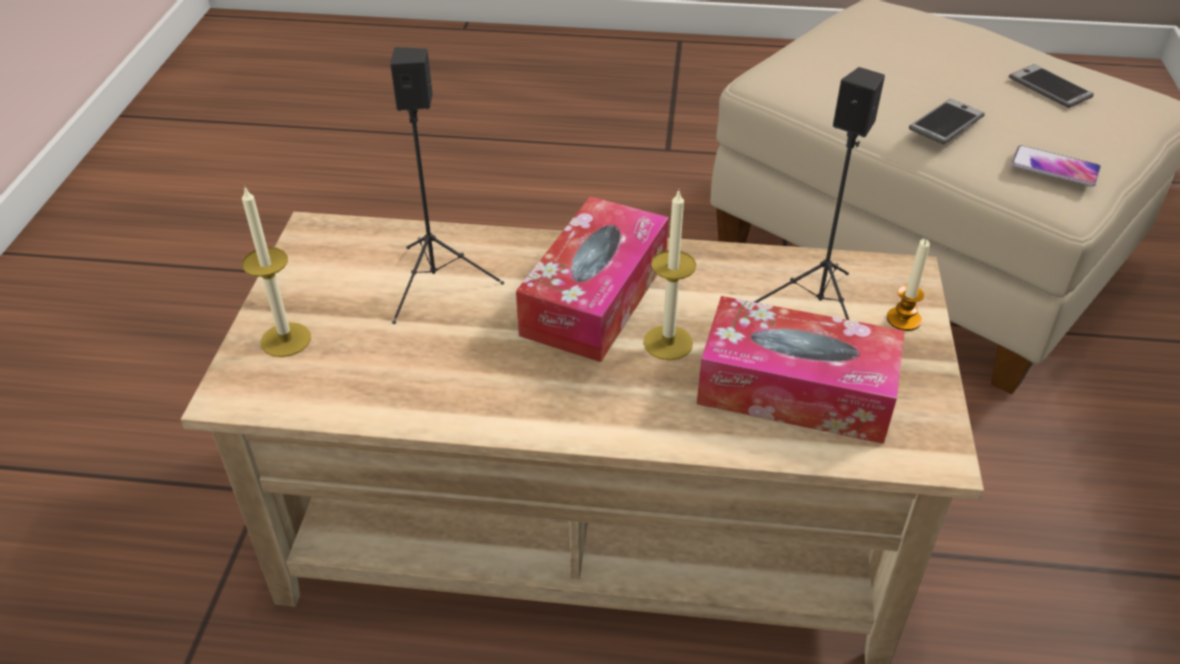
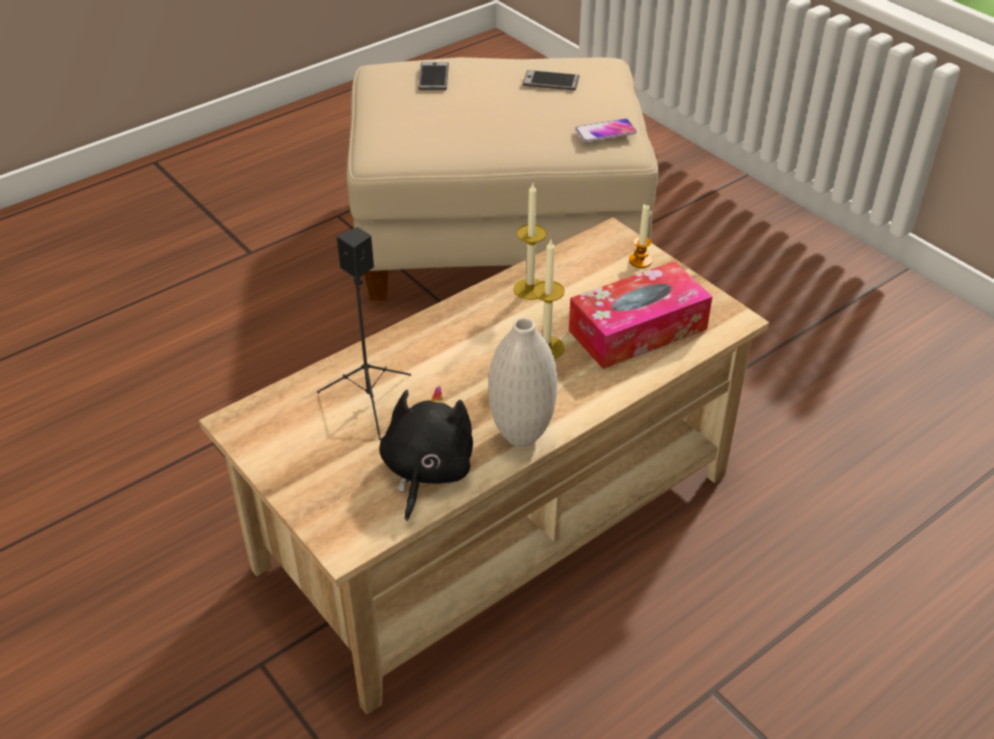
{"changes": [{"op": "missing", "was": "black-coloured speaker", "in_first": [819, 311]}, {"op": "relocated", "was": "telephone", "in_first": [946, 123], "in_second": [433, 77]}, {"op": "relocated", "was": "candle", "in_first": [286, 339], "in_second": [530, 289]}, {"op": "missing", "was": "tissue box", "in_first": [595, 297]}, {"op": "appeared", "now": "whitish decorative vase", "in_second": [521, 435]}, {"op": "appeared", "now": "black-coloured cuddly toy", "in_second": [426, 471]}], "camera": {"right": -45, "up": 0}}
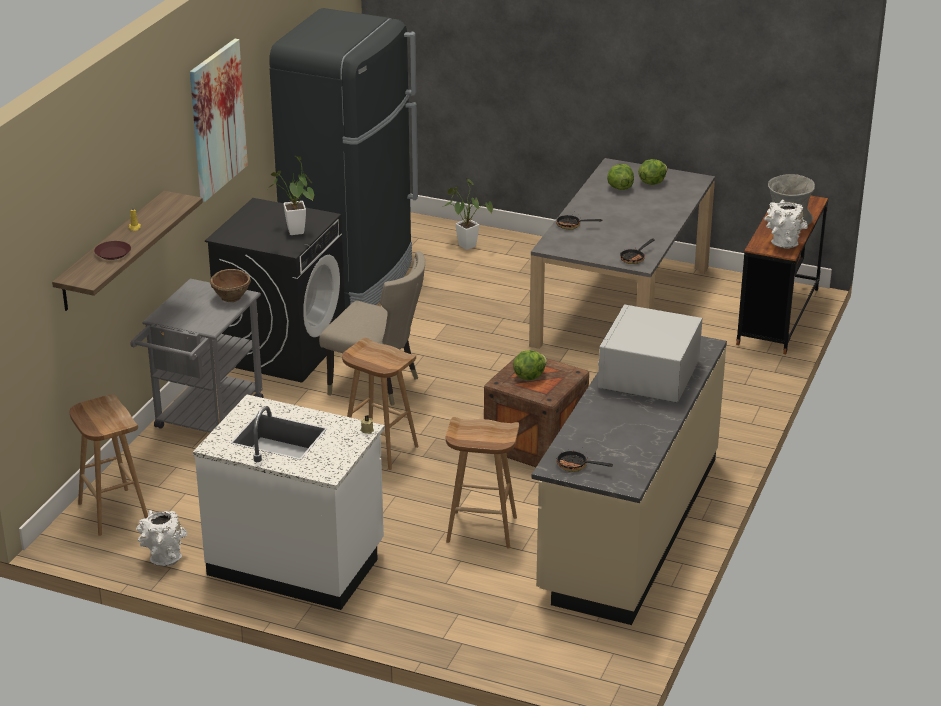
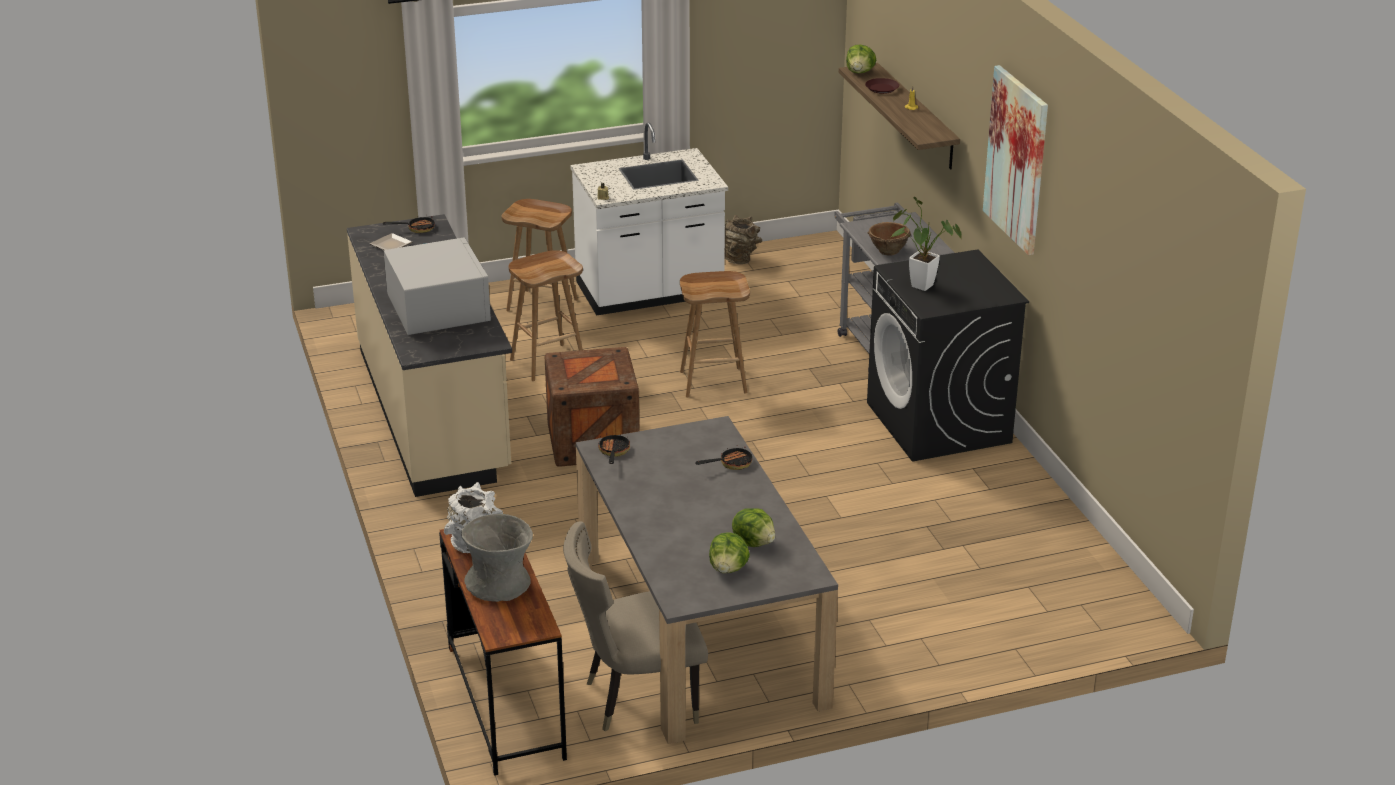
{"changes": [{"op": "missing", "was": "black-coloured refrigerator", "in_first": [351, 278]}, {"op": "missing", "was": "houseplant", "in_first": [465, 244]}, {"op": "relocated", "was": "sand-coloured upright chair", "in_first": [378, 385], "in_second": [636, 699]}, {"op": "relocated", "was": "lettuce", "in_first": [529, 376], "in_second": [860, 72]}, {"op": "relocated", "was": "brownish sitting stool", "in_first": [112, 511], "in_second": [543, 305]}, {"op": "colour", "was": "whitish decorative vase", "now": "brownish decorative vase", "in_first": [162, 558], "in_second": [740, 259]}, {"op": "appeared", "now": "dinner plate", "in_second": [391, 246]}], "camera": {"right": 140, "up": 0}}
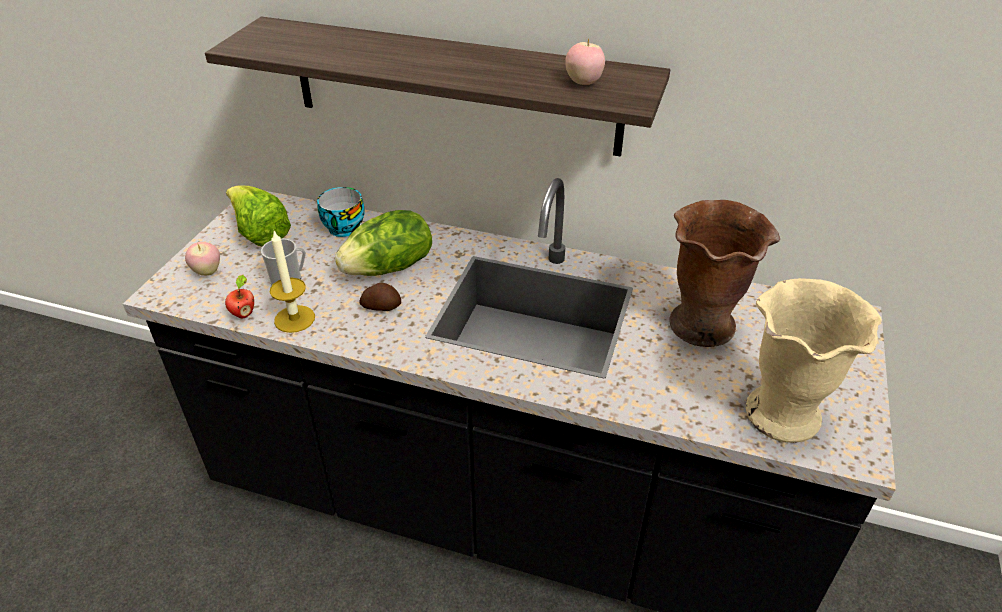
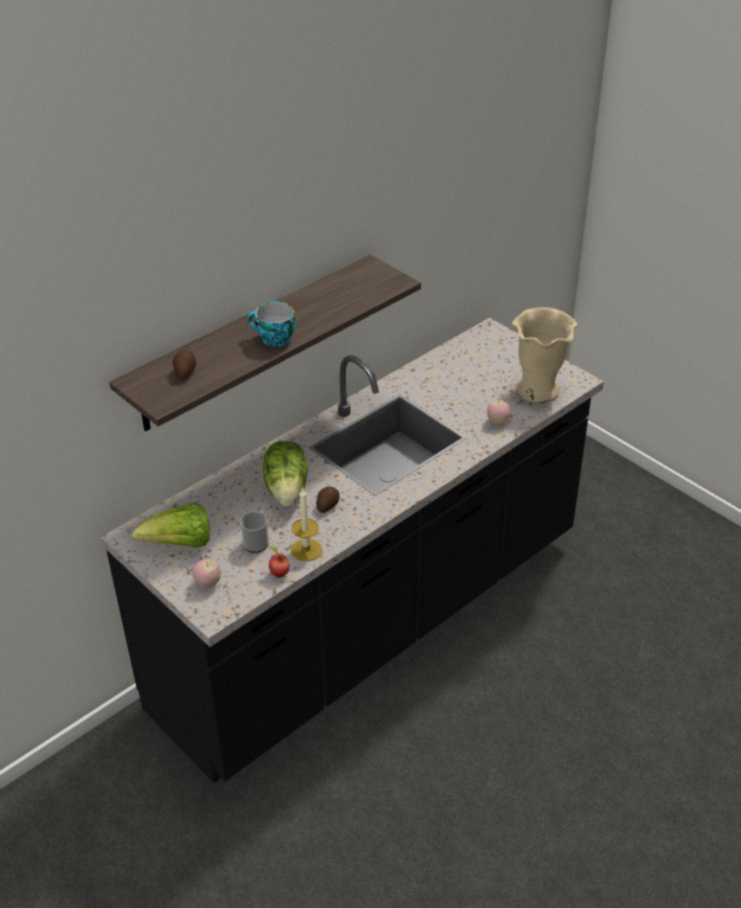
{"changes": [{"op": "relocated", "was": "apple", "in_first": [583, 83], "in_second": [498, 422]}, {"op": "relocated", "was": "small cup", "in_first": [342, 227], "in_second": [274, 339]}, {"op": "missing", "was": "brownish decorative vase", "in_first": [702, 325]}, {"op": "appeared", "now": "potato", "in_second": [185, 372]}], "camera": {"right": -60, "up": 0}}
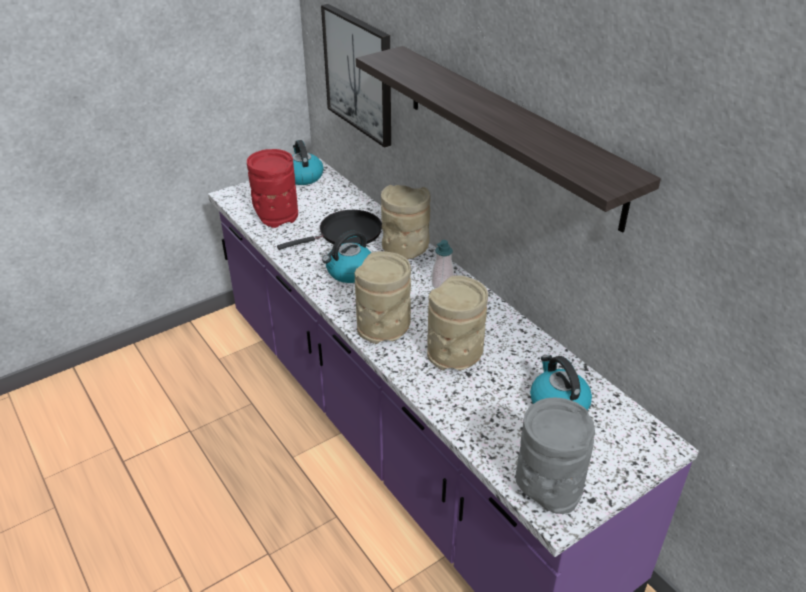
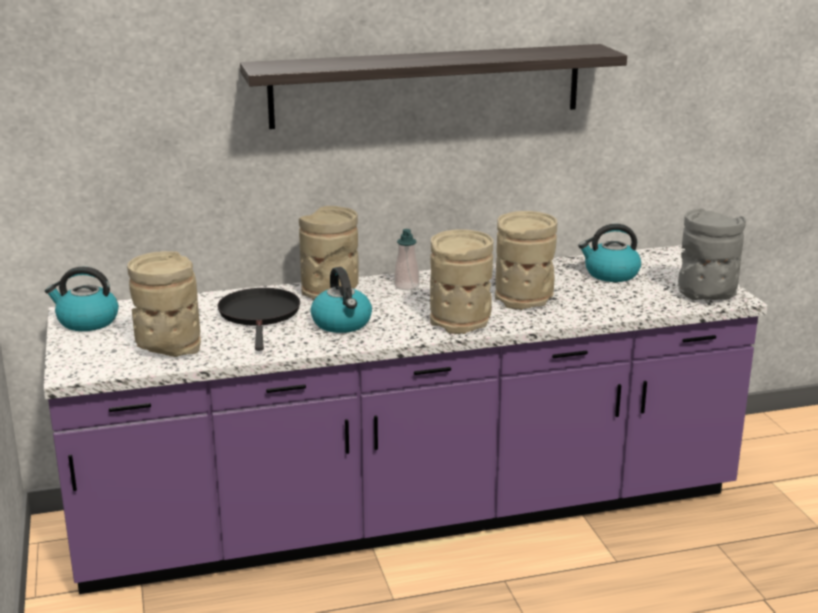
{"changes": [{"op": "missing", "was": "picture", "in_first": [359, 74]}, {"op": "colour", "was": "reddish decorative vase", "now": "sand-coloured decorative vase", "in_first": [276, 215], "in_second": [167, 348]}], "camera": {"right": -70, "up": -15}}
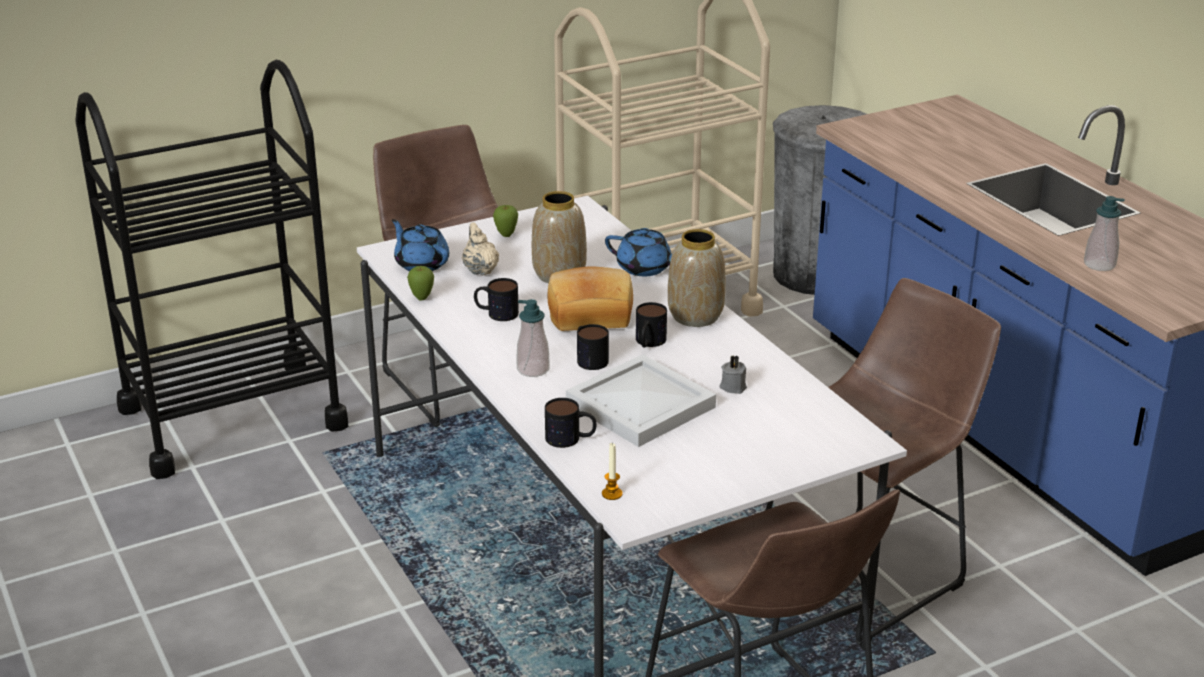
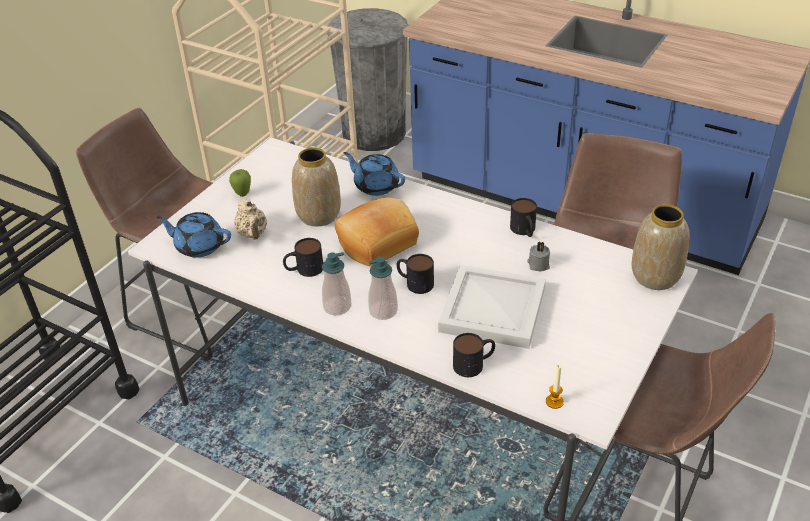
{"changes": [{"op": "relocated", "was": "soap bottle", "in_first": [1099, 265], "in_second": [337, 306]}, {"op": "spun", "was": "sand-coloured tea pot", "in_first": [480, 270], "in_second": [253, 234], "clockwise": -150}, {"op": "spun", "was": "blue tea pot", "in_first": [645, 268], "in_second": [376, 186], "clockwise": -135}, {"op": "relocated", "was": "decorative vase", "in_first": [696, 316], "in_second": [656, 277]}, {"op": "missing", "was": "apple", "in_first": [422, 298]}, {"op": "relocated", "was": "tea mug", "in_first": [648, 343], "in_second": [524, 231]}], "camera": {"right": -30, "up": 10}}
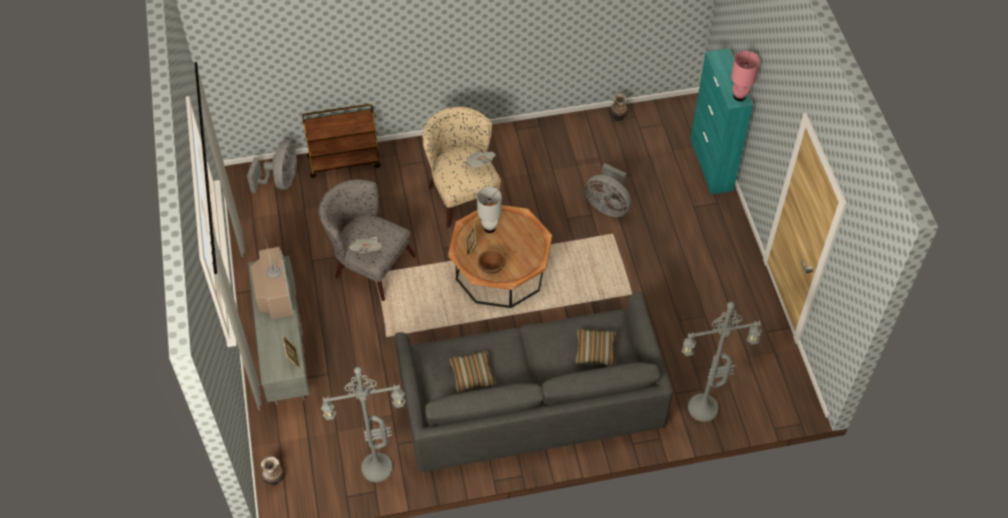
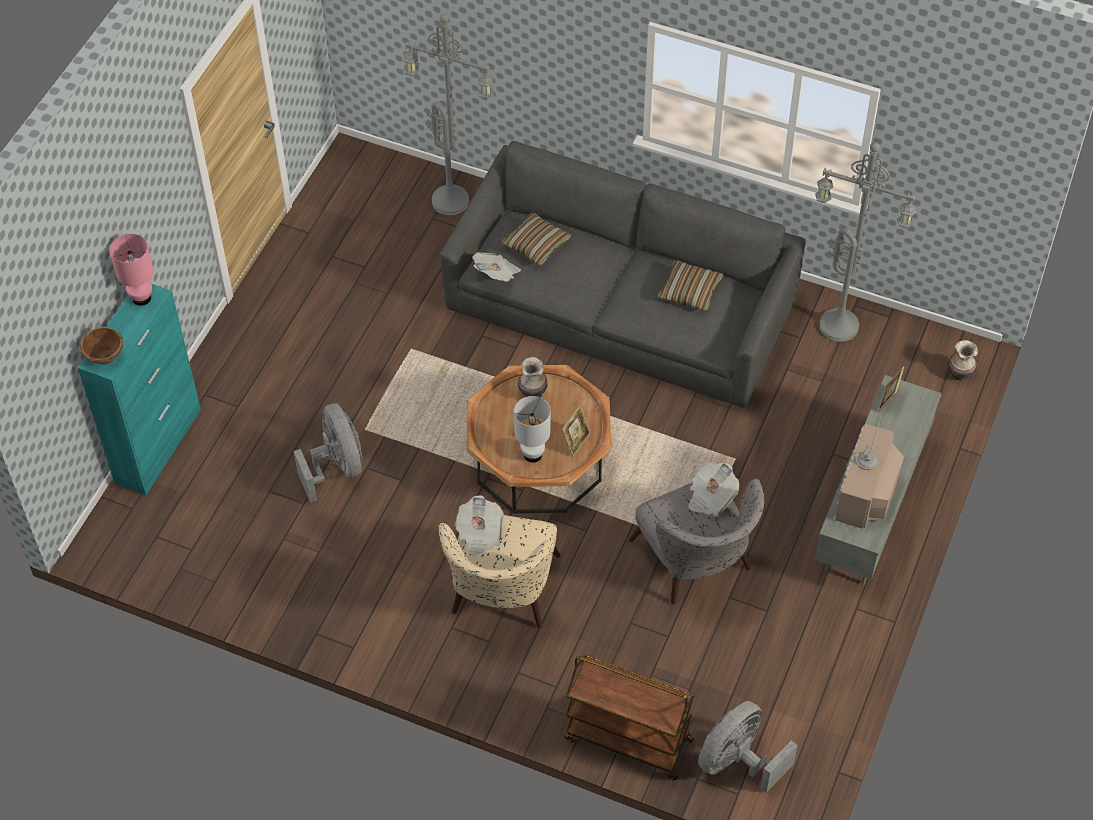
{"changes": [{"op": "relocated", "was": "decorative vase", "in_first": [617, 117], "in_second": [532, 393]}, {"op": "relocated", "was": "brownish serving bowl", "in_first": [491, 268], "in_second": [105, 357]}, {"op": "appeared", "now": "printed paper", "in_second": [497, 274]}], "camera": {"right": -145, "up": 0}}
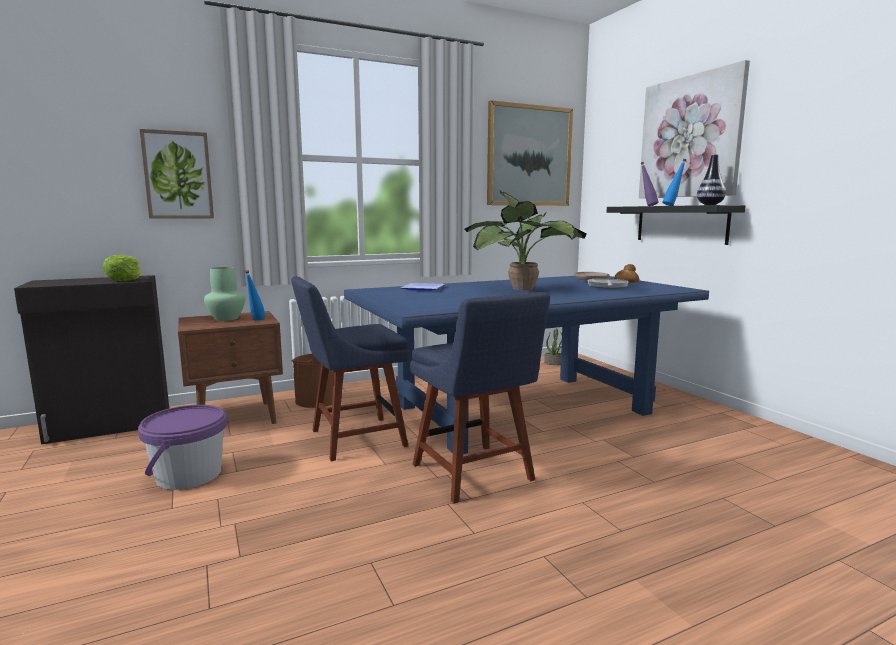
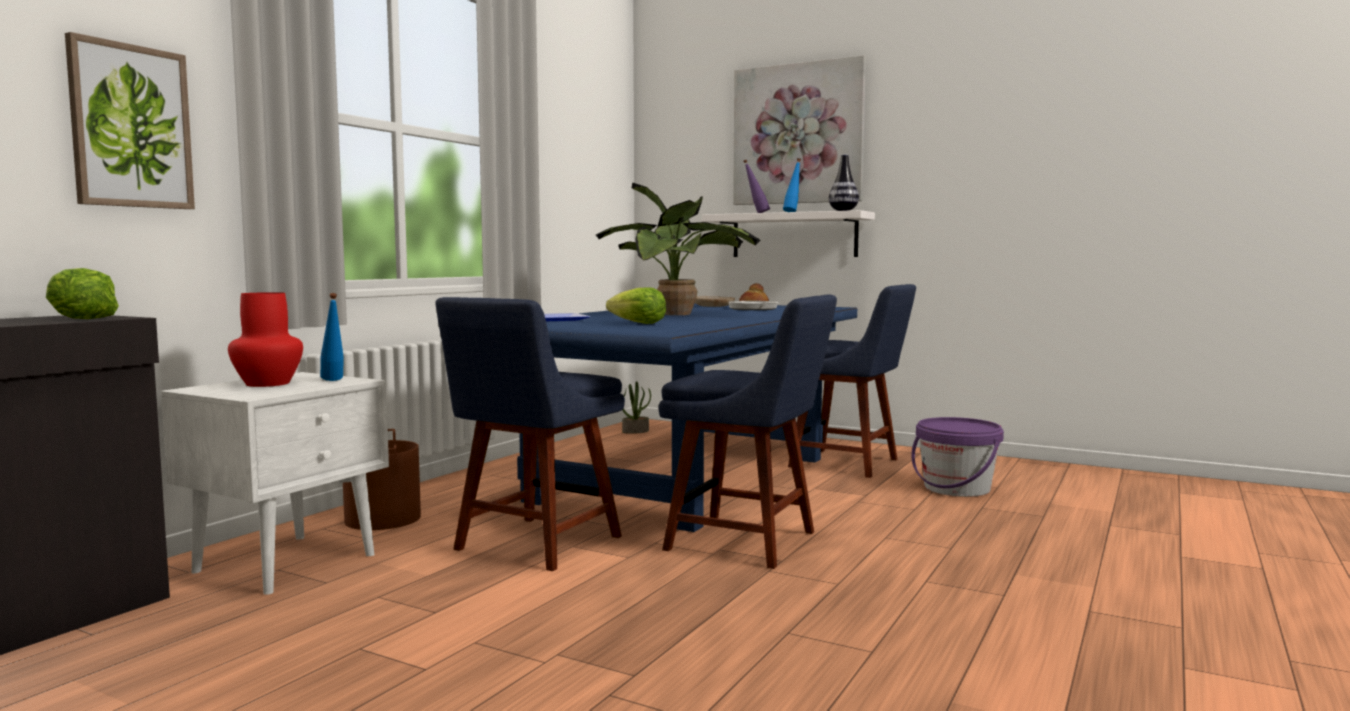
{"changes": [{"op": "missing", "was": "picture", "in_first": [529, 156]}, {"op": "colour", "was": "black-coloured shelf", "now": "whitish shelf", "in_first": [681, 224], "in_second": [794, 235]}, {"op": "colour", "was": "green decorative vase", "now": "reddish decorative vase", "in_first": [226, 318], "in_second": [268, 384]}, {"op": "colour", "was": "brownish bedside table", "now": "whitish bedside table", "in_first": [237, 418], "in_second": [288, 562]}, {"op": "relocated", "was": "purple-coloured water bucket", "in_first": [188, 475], "in_second": [956, 488]}, {"op": "appeared", "now": "blue upright chair", "in_second": [849, 464]}, {"op": "appeared", "now": "lettuce", "in_second": [638, 323]}], "camera": {"right": -35, "up": -5}}
